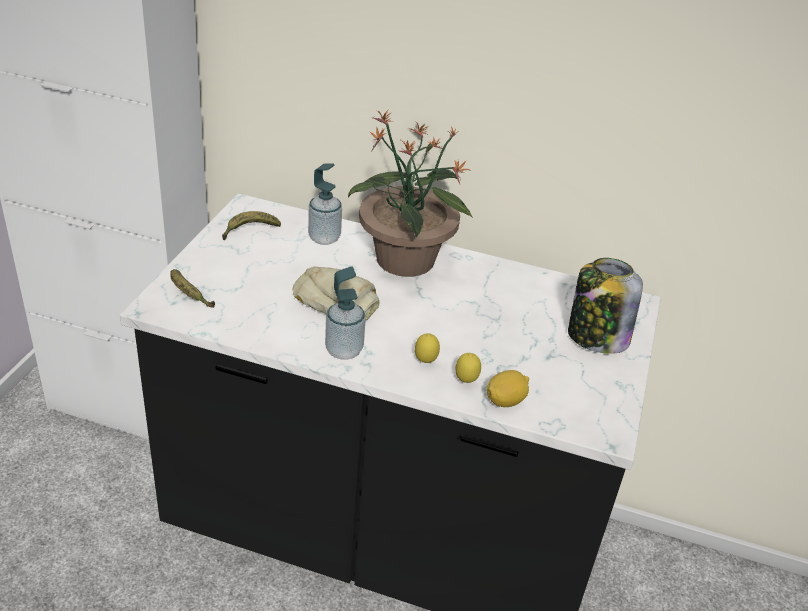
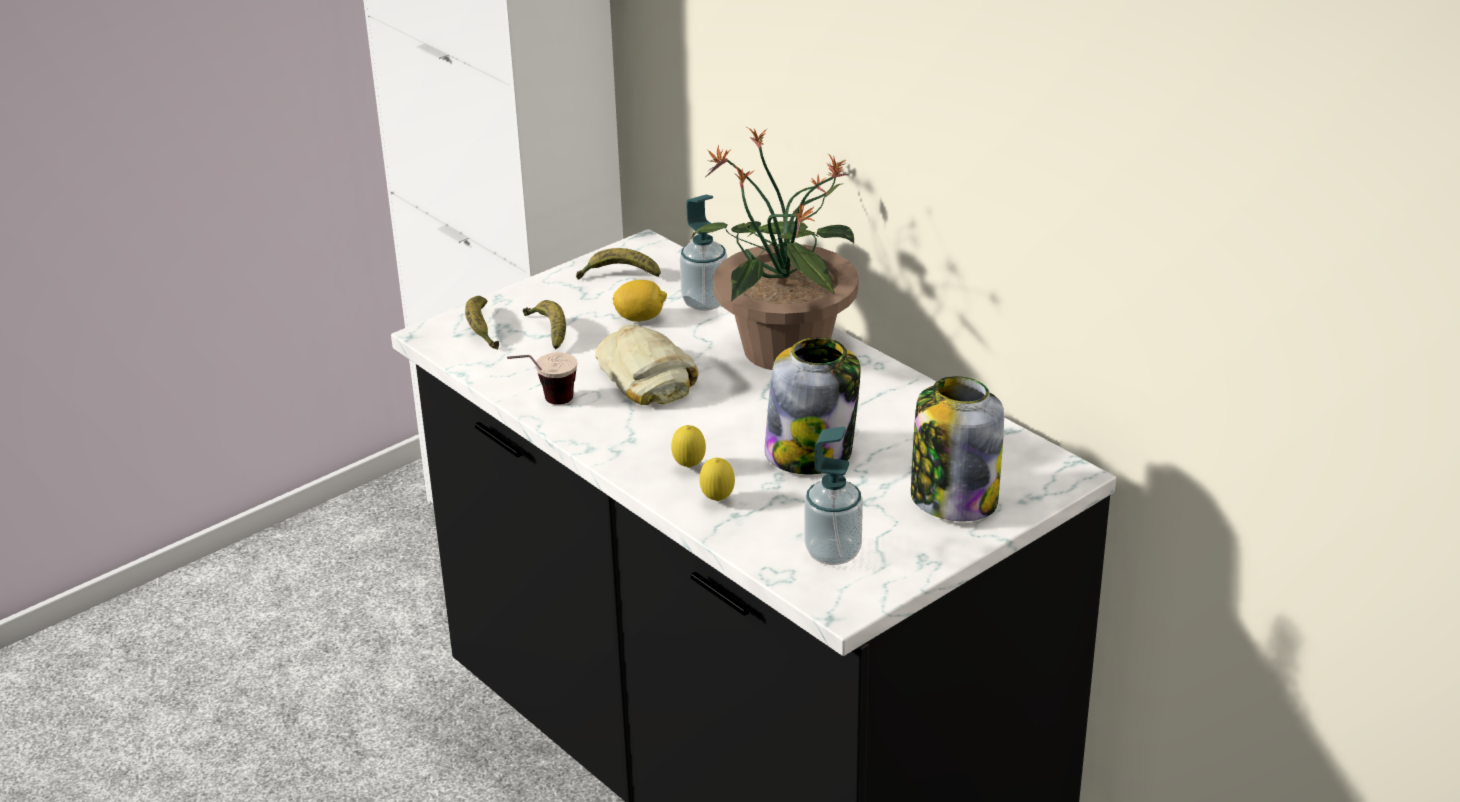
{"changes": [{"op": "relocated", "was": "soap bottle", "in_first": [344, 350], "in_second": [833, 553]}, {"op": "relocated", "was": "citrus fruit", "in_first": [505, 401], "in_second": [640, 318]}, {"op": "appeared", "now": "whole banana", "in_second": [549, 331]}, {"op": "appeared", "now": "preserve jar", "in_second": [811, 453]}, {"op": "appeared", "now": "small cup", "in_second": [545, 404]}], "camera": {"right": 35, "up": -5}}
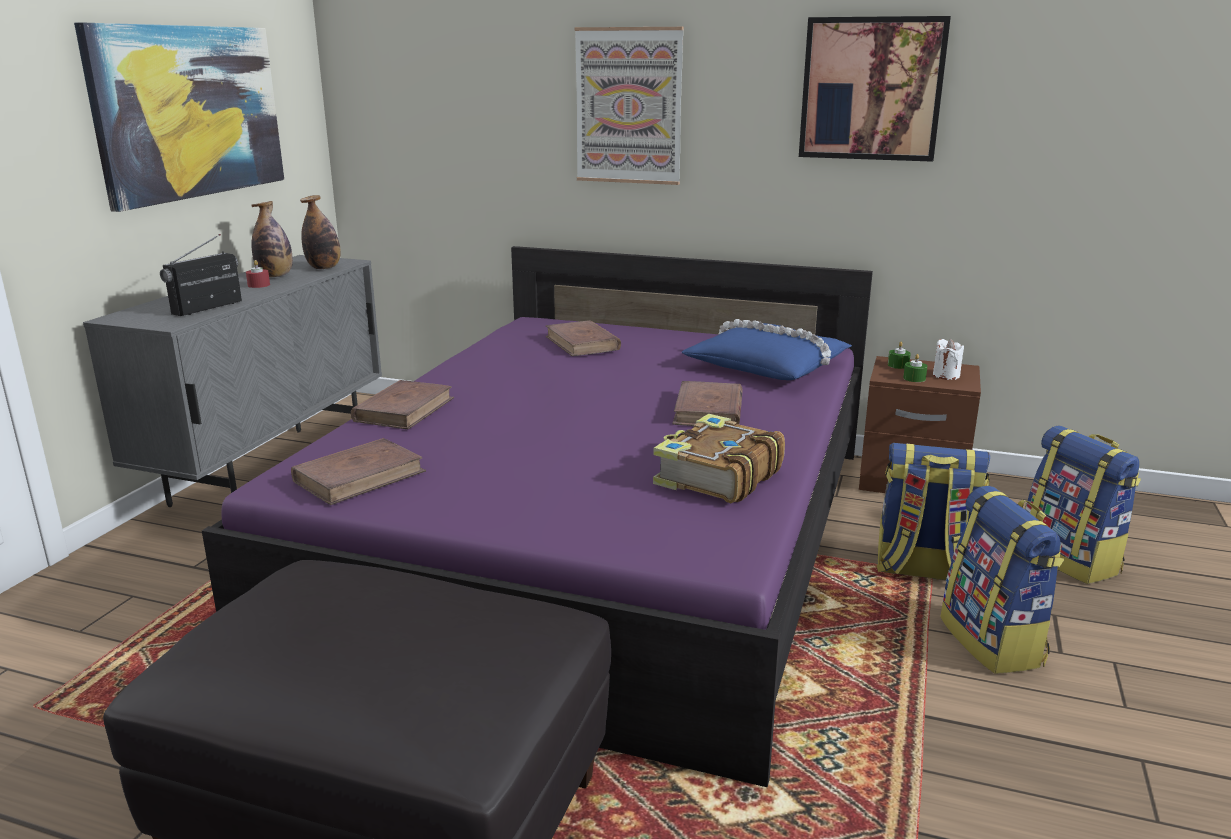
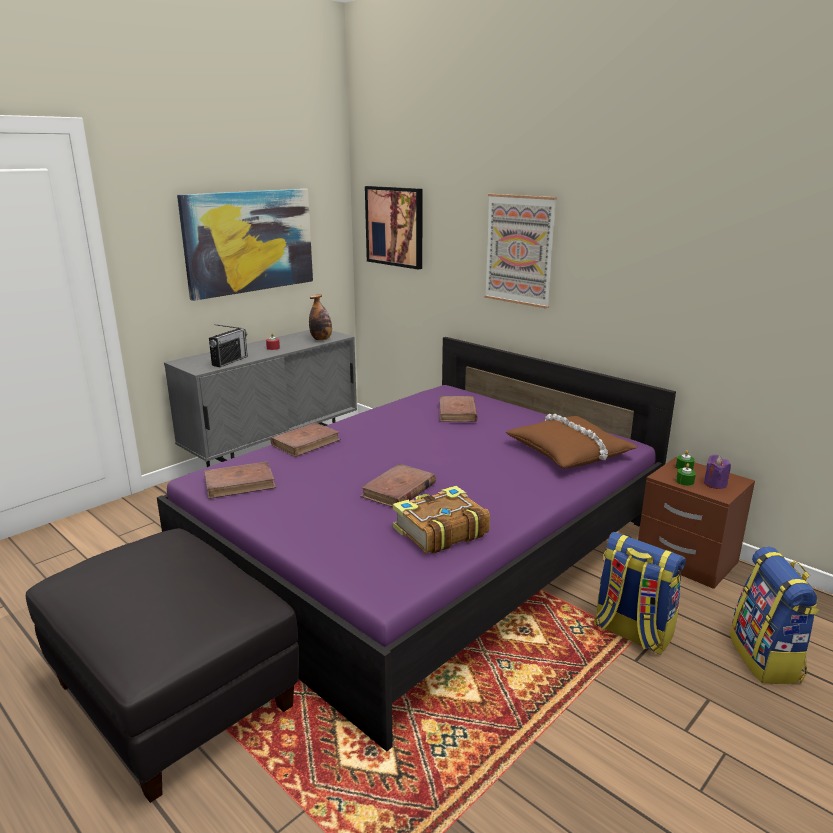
{"changes": [{"op": "relocated", "was": "picture", "in_first": [871, 89], "in_second": [395, 226]}, {"op": "missing", "was": "drink bottle", "in_first": [275, 276]}, {"op": "spun", "was": "radio receiver", "in_first": [207, 308], "in_second": [230, 361], "clockwise": 150}, {"op": "colour", "was": "blue throw pillow", "now": "brownish throw pillow", "in_first": [768, 365], "in_second": [569, 451]}, {"op": "colour", "was": "whitish candle", "now": "purple-coloured candle", "in_first": [946, 375], "in_second": [715, 484]}, {"op": "relocated", "was": "brownish bound book", "in_first": [708, 410], "in_second": [398, 490]}, {"op": "missing", "was": "backpack", "in_first": [993, 642]}], "camera": {"right": 25, "up": 0}}
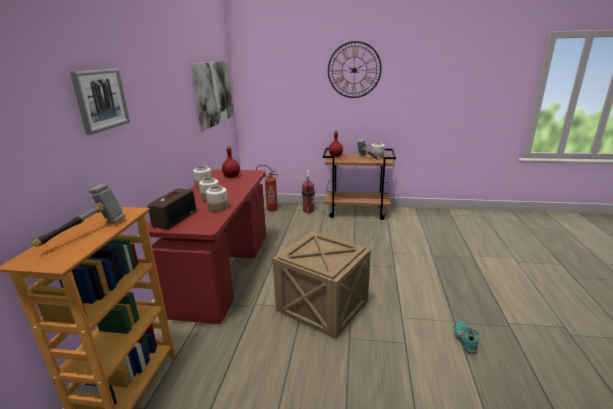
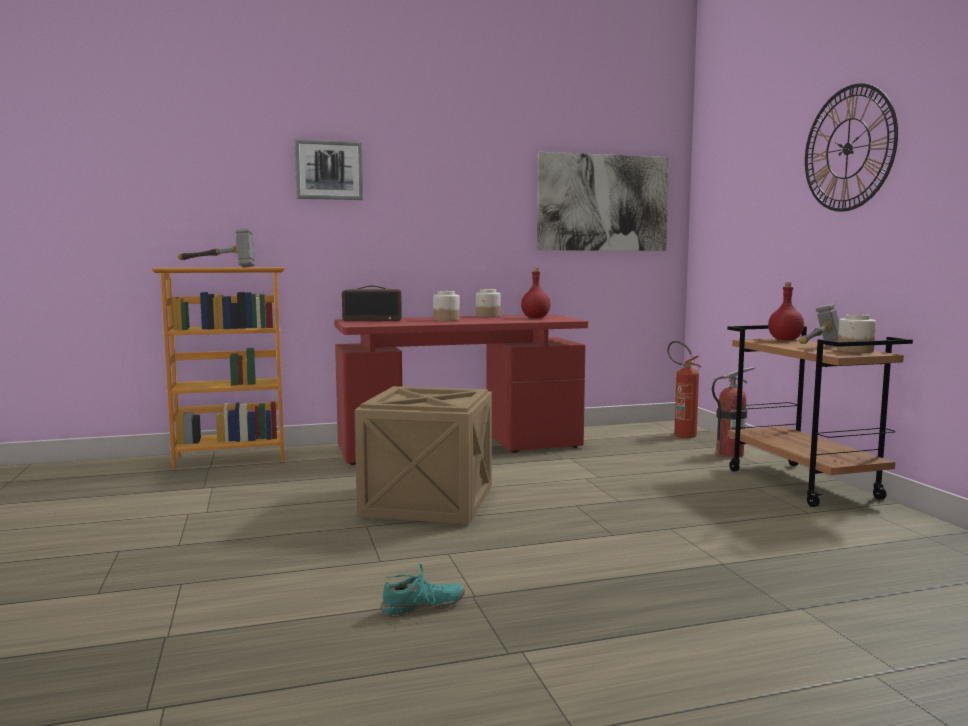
{"changes": [{"op": "missing", "was": "preserve jar", "in_first": [218, 207]}], "camera": {"right": 65, "up": -15}}
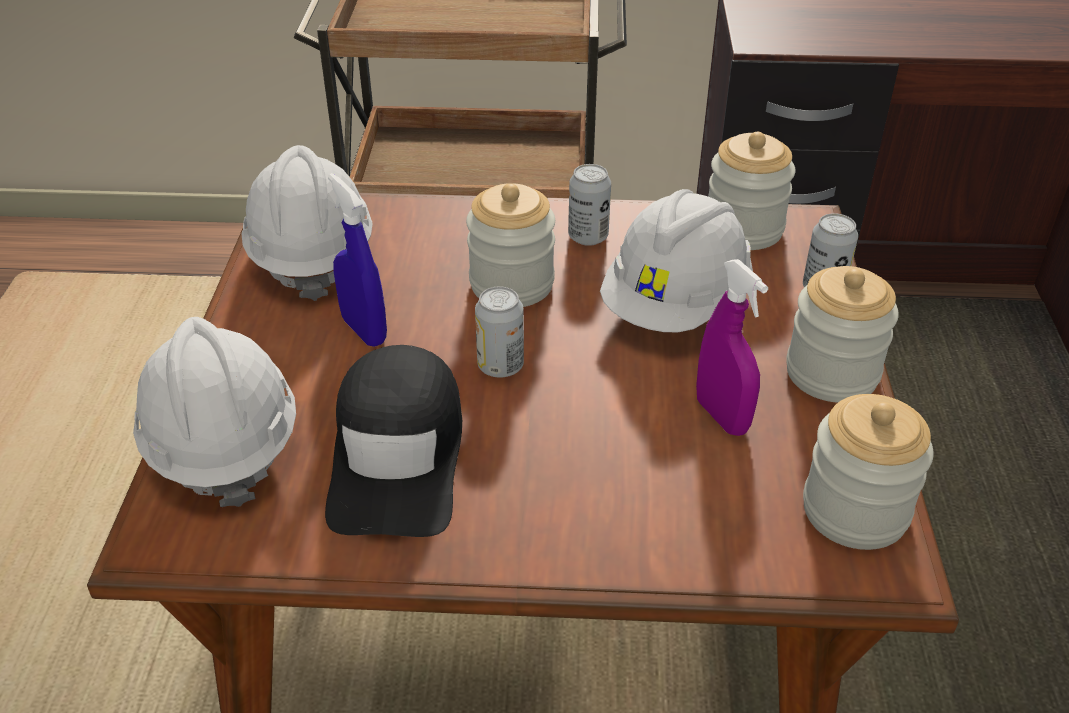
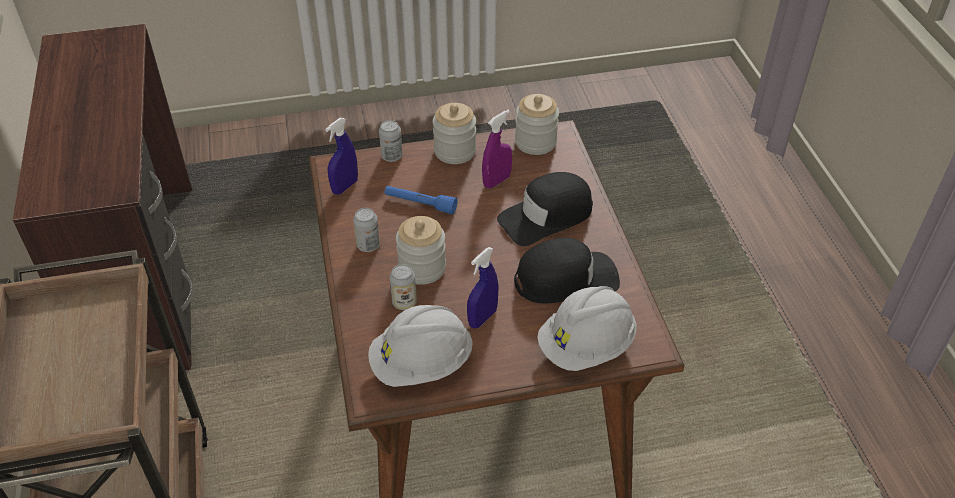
{"changes": [{"op": "exchanged", "was": "preserve jar", "now": "blue hand sprayer", "in_first": [743, 229], "in_second": [345, 187]}, {"op": "exchanged", "was": "whitish work helmet", "now": "blue hand torch", "in_first": [676, 304], "in_second": [420, 204]}, {"op": "relocated", "was": "metal can", "in_first": [500, 366], "in_second": [404, 302]}, {"op": "appeared", "now": "black-coloured cap", "in_second": [546, 216]}], "camera": {"right": -105, "up": 5}}
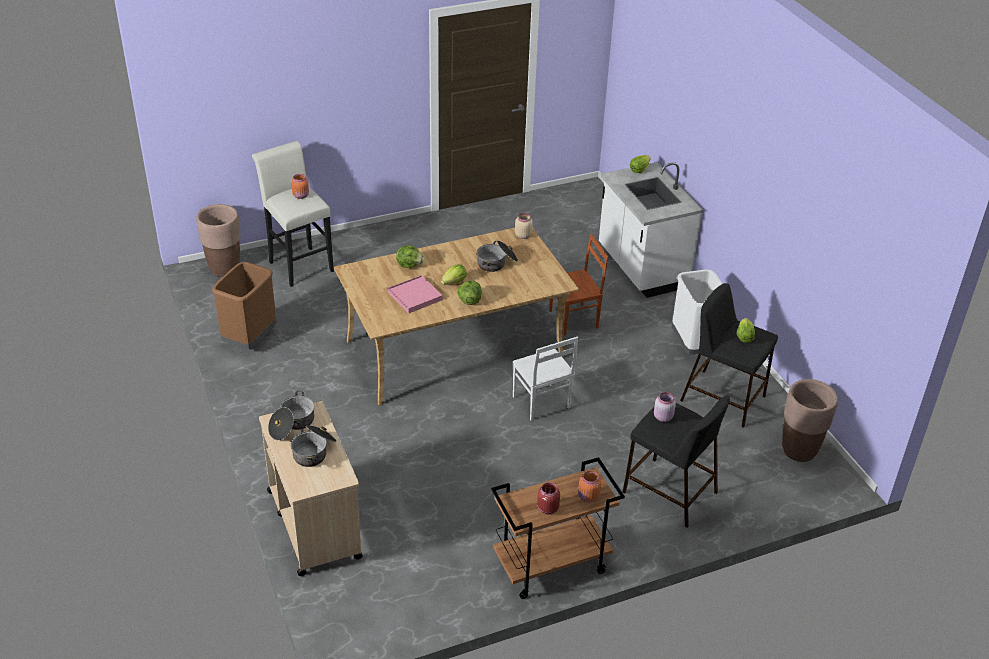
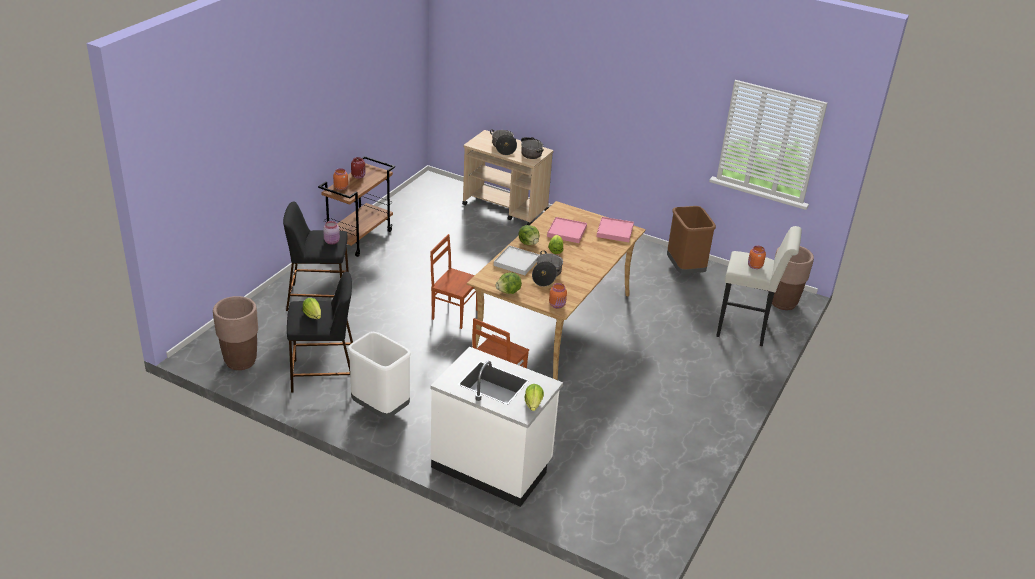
{"changes": [{"op": "colour", "was": "sand-coloured preserve jar", "now": "orange-coloured preserve jar", "in_first": [522, 235], "in_second": [557, 305]}, {"op": "relocated", "was": "lettuce", "in_first": [409, 265], "in_second": [509, 292]}, {"op": "colour", "was": "whitish upright chair", "now": "brownish upright chair", "in_first": [541, 403], "in_second": [454, 314]}, {"op": "appeared", "now": "pink-coloured serving tray", "in_second": [615, 231]}, {"op": "appeared", "now": "whitish serving tray", "in_second": [516, 262]}], "camera": {"right": 140, "up": -5}}
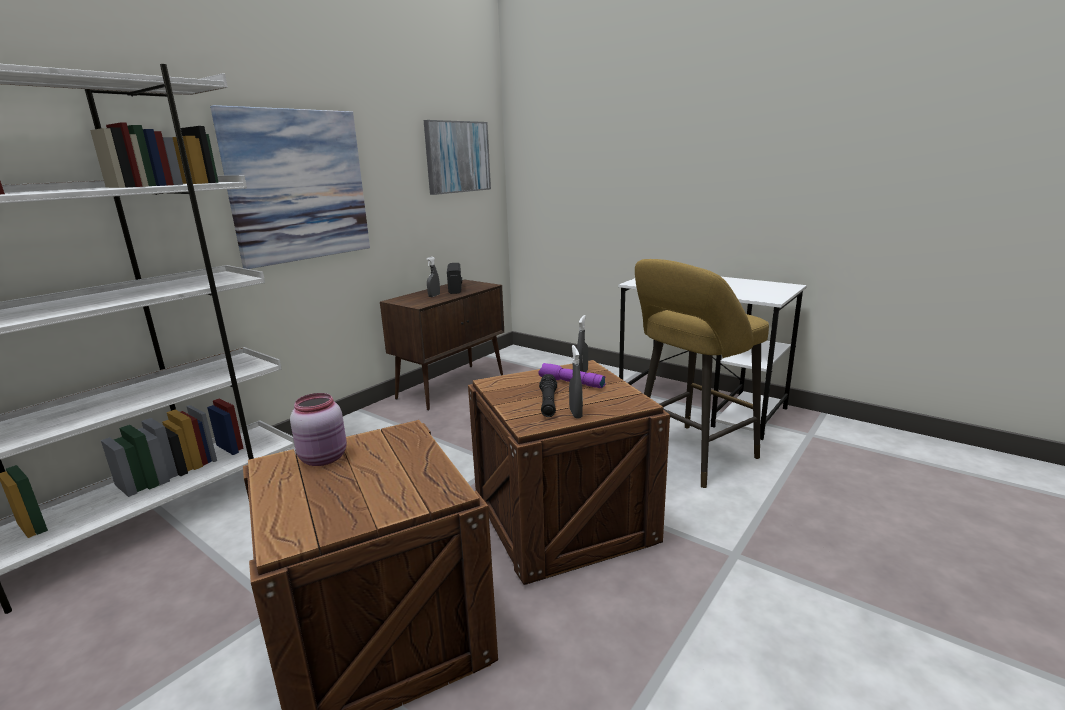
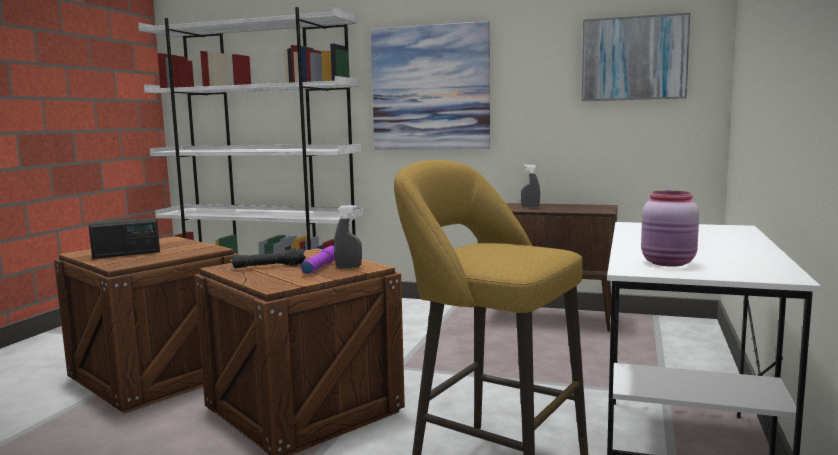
{"changes": [{"op": "relocated", "was": "radio receiver", "in_first": [455, 289], "in_second": [126, 254]}, {"op": "missing", "was": "greyish hand sprayer", "in_first": [575, 413]}, {"op": "relocated", "was": "pink-coloured preserve jar", "in_first": [325, 458], "in_second": [669, 263]}], "camera": {"right": 70, "up": -10}}
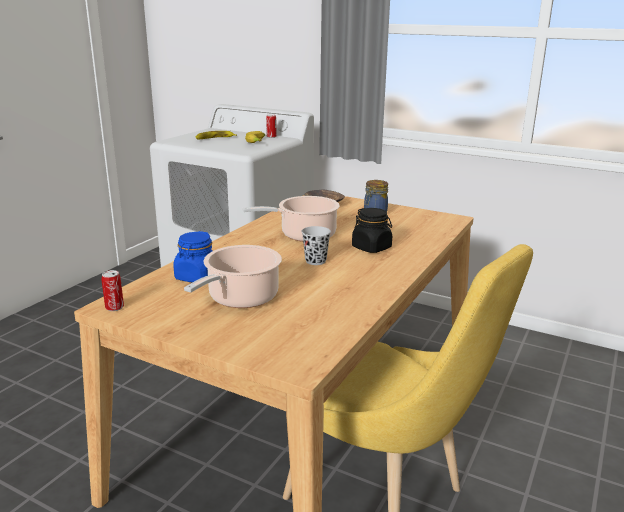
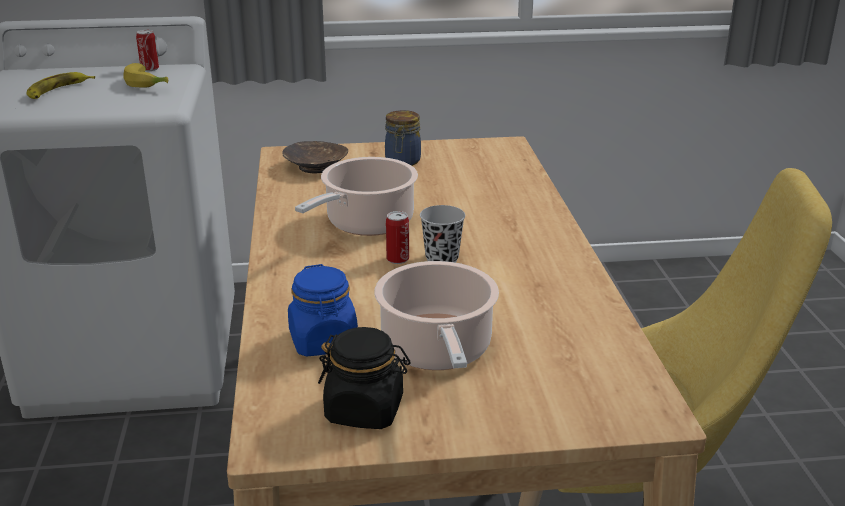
{"changes": [{"op": "relocated", "was": "black-coloured preserve jar", "in_first": [371, 248], "in_second": [365, 410]}, {"op": "relocated", "was": "metal can", "in_first": [114, 307], "in_second": [397, 259]}], "camera": {"right": -35, "up": 5}}
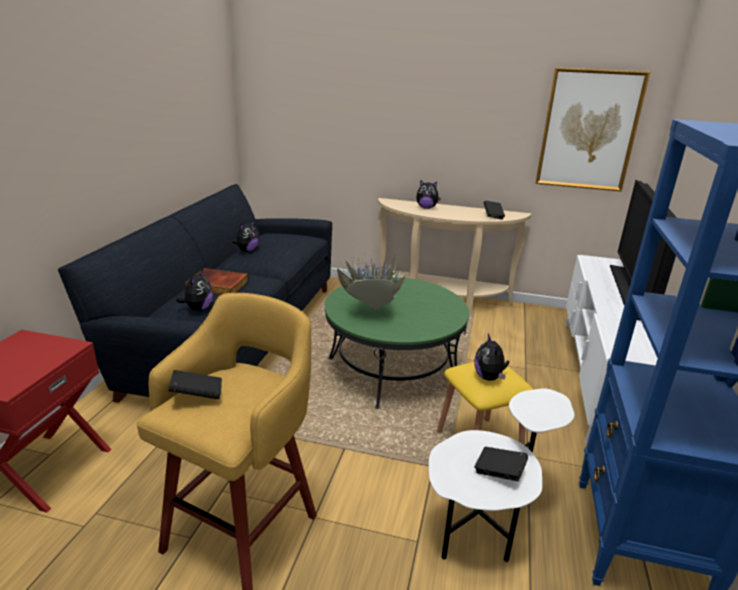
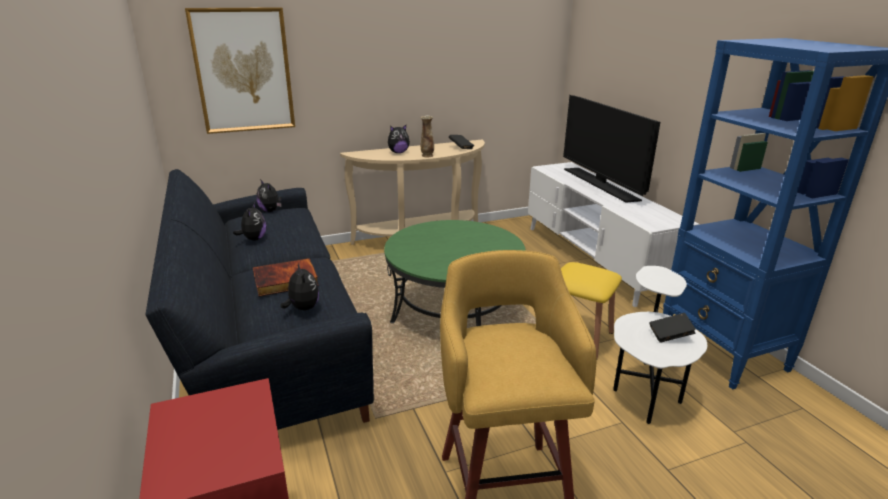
{"changes": [{"op": "relocated", "was": "picture", "in_first": [588, 130], "in_second": [243, 71]}, {"op": "missing", "was": "houseplant", "in_first": [370, 311]}, {"op": "relocated", "was": "cuddly toy", "in_first": [489, 377], "in_second": [270, 211]}, {"op": "missing", "was": "black-coloured bound book", "in_first": [197, 396]}, {"op": "appeared", "now": "decorative vase", "in_second": [427, 156]}], "camera": {"right": -35, "up": 0}}
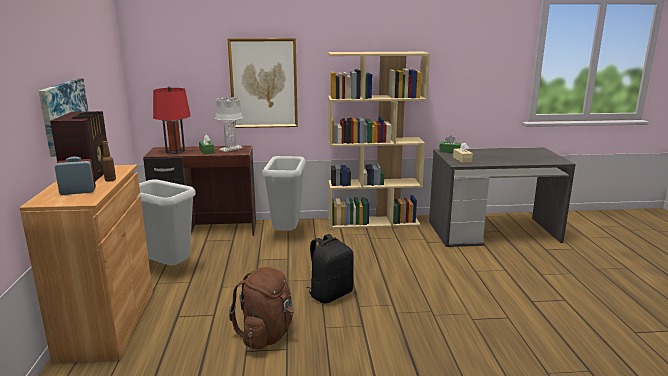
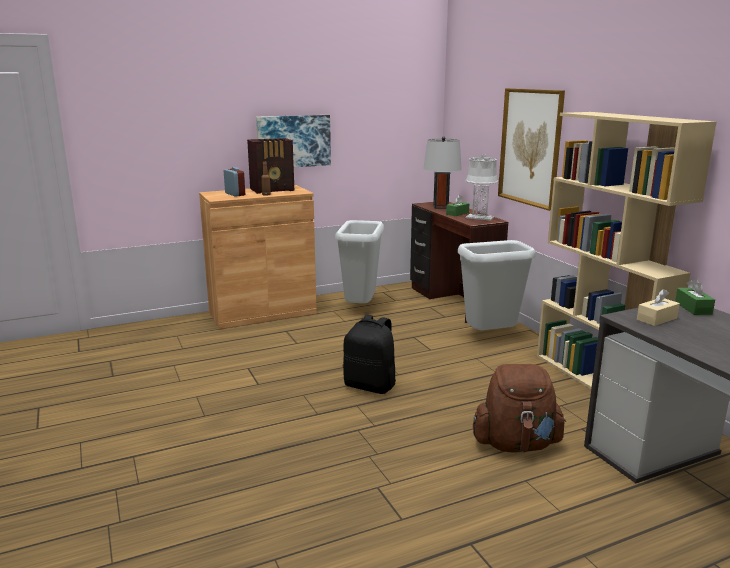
{"changes": [{"op": "colour", "was": "reddish table lamp", "now": "greyish table lamp", "in_first": [175, 151], "in_second": [440, 207]}, {"op": "relocated", "was": "brownish backpack", "in_first": [267, 335], "in_second": [516, 444]}], "camera": {"right": 70, "up": 0}}
